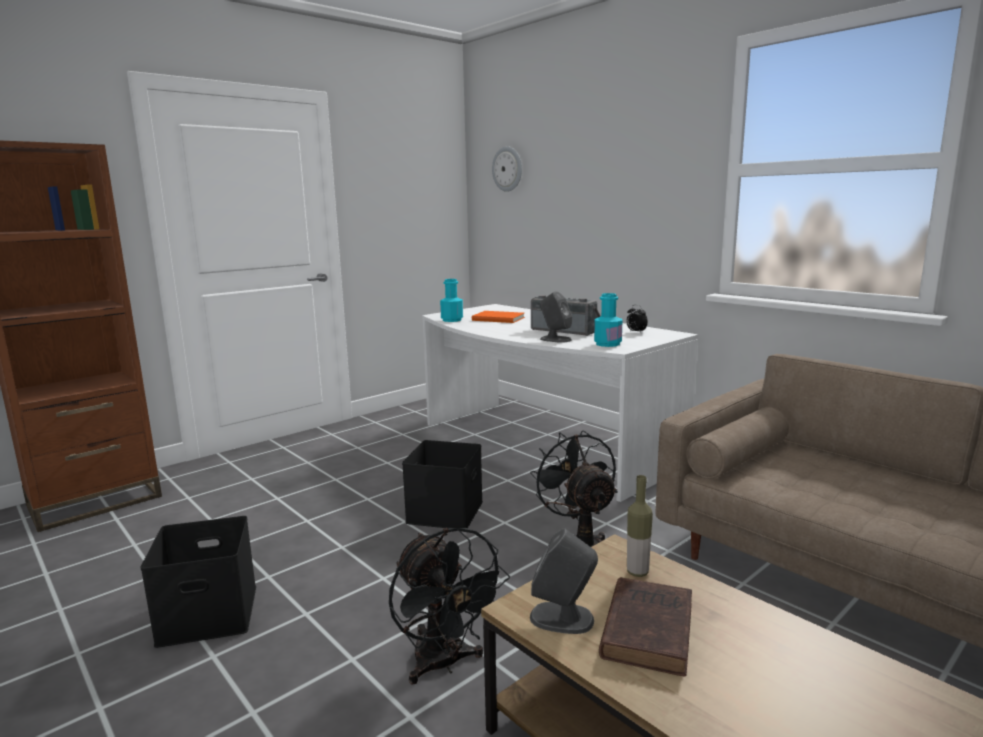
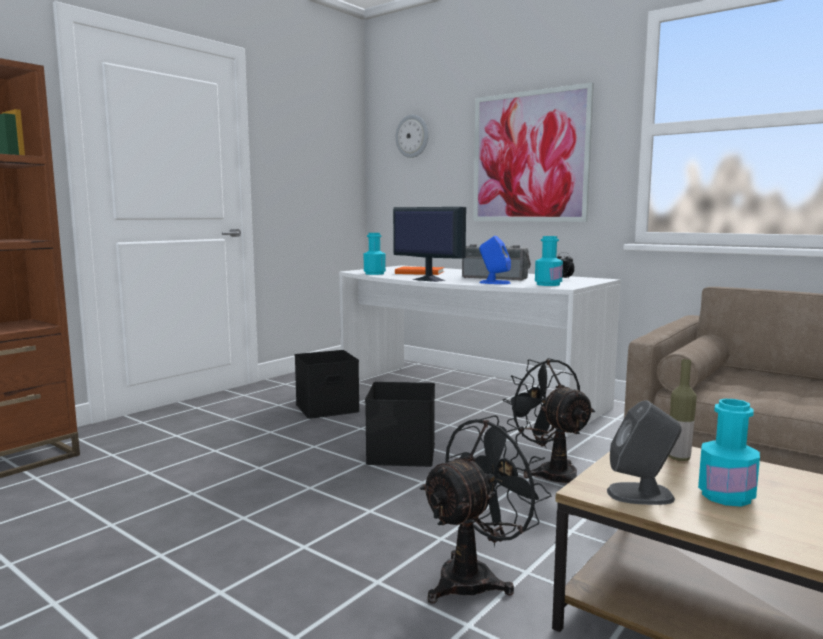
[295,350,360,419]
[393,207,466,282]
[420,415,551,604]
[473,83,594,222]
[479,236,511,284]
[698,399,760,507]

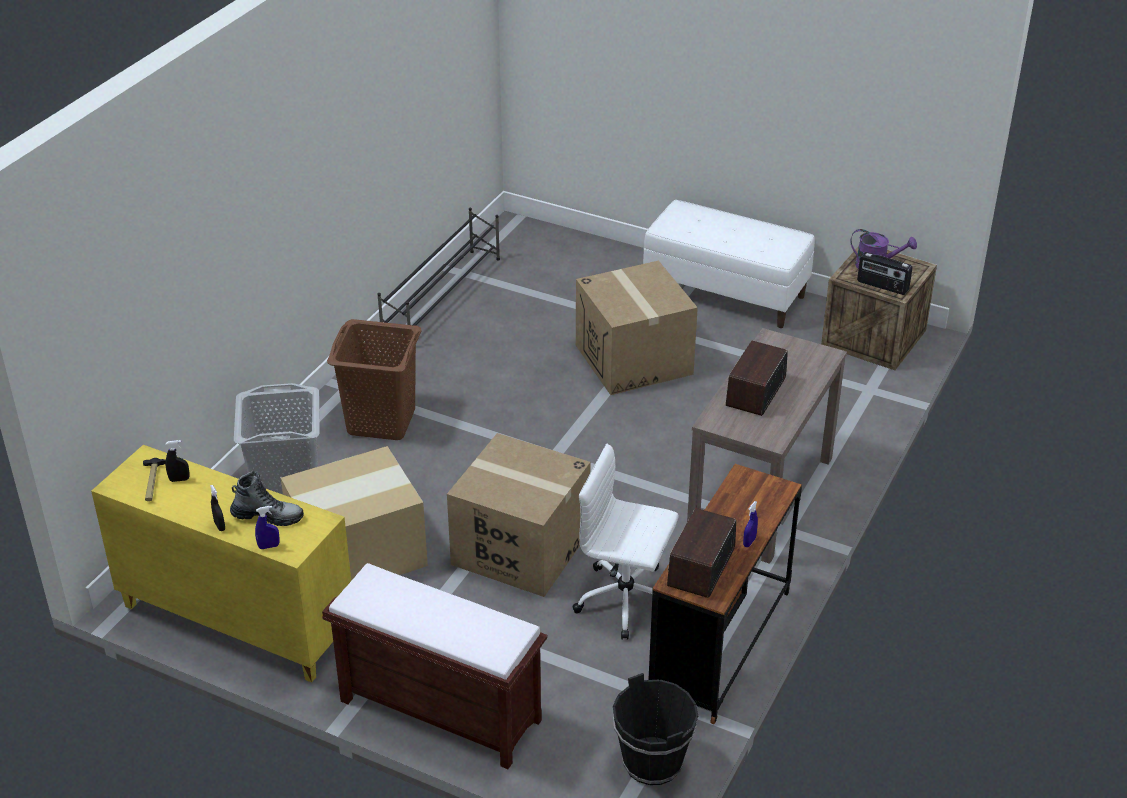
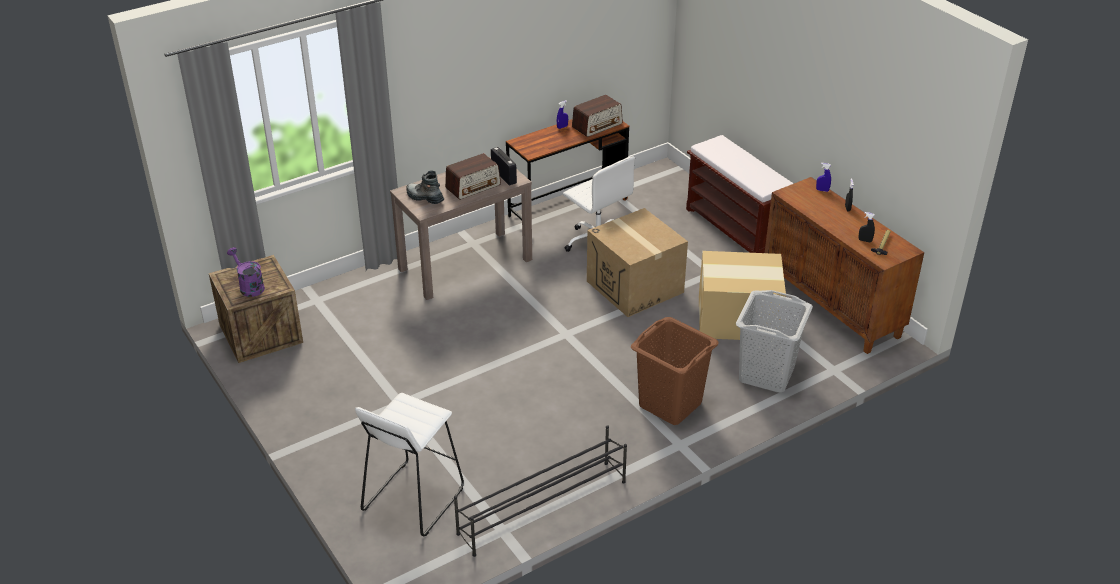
[355,393,464,536]
[406,171,444,204]
[491,147,517,185]
[765,177,924,354]
[576,261,698,395] (first image)
[613,673,698,785] (first image)
[643,200,815,328] (first image)

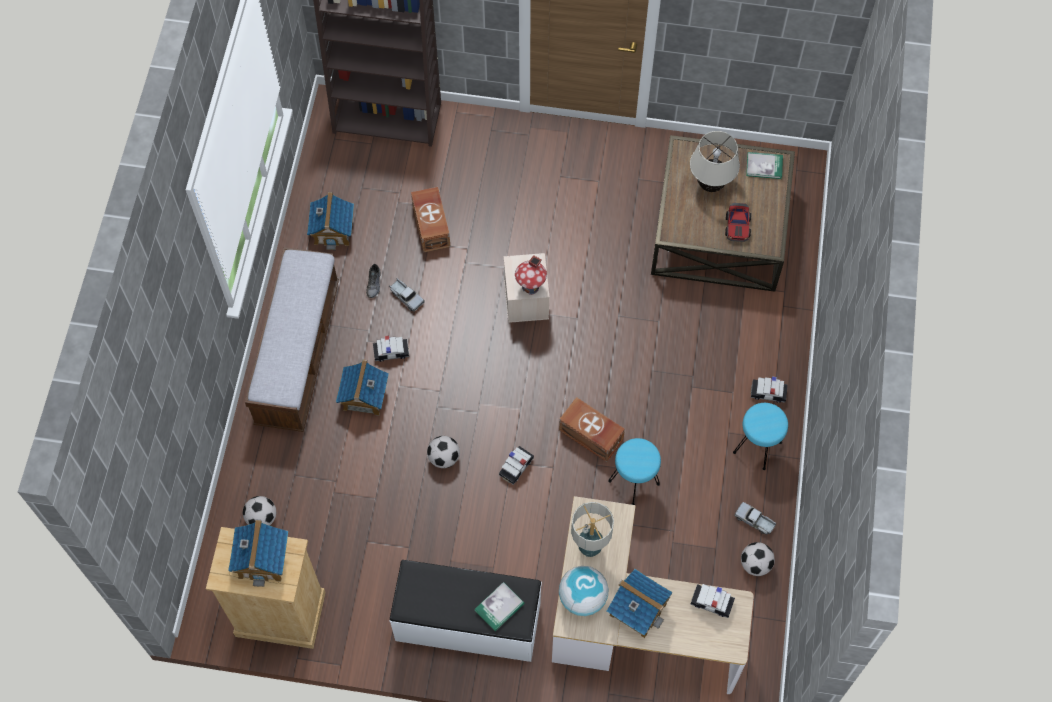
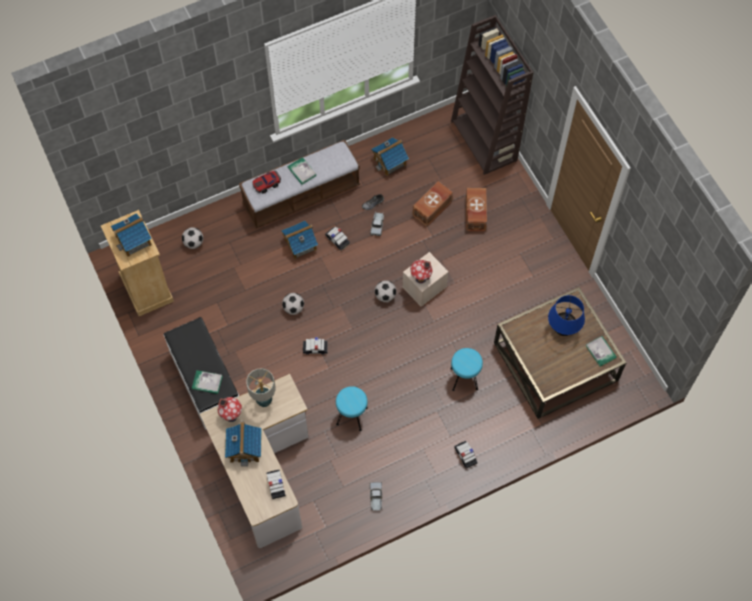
[218,397,242,422]
[252,170,281,193]
[288,157,317,185]
[375,280,397,302]
[450,348,483,391]
[466,188,487,231]
[548,295,585,336]

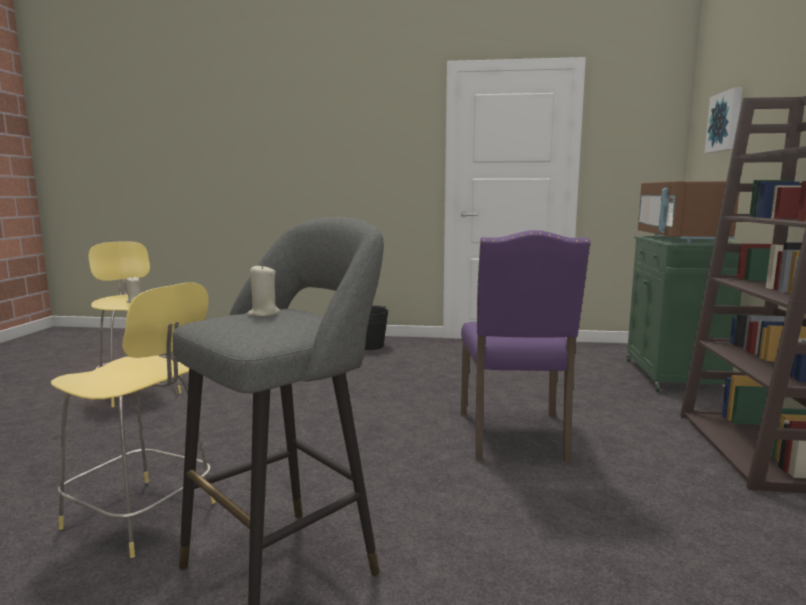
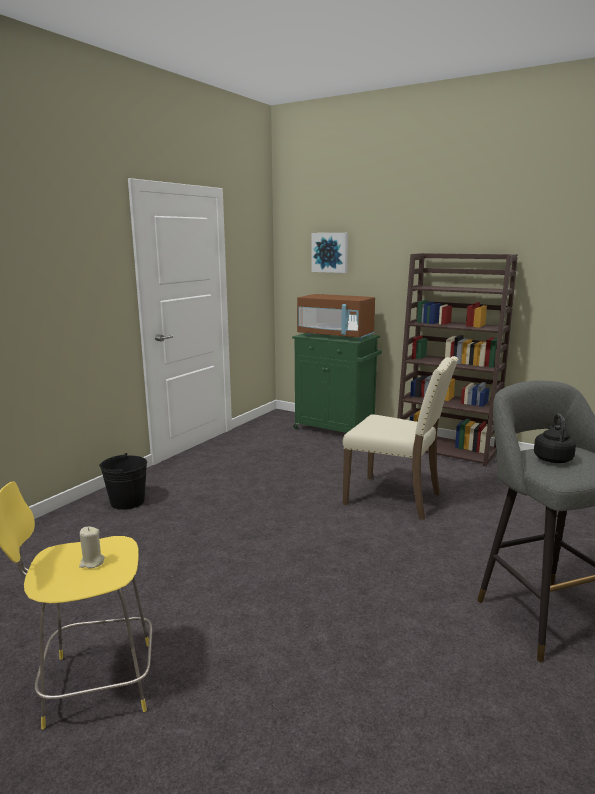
[343,356,459,520]
[534,414,576,463]
[51,282,216,558] (first image)

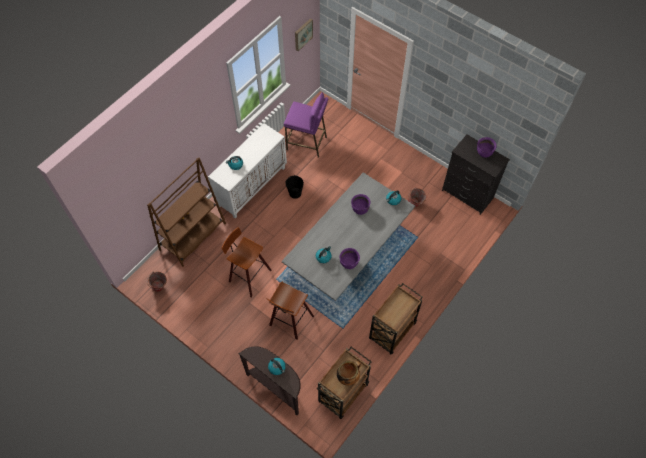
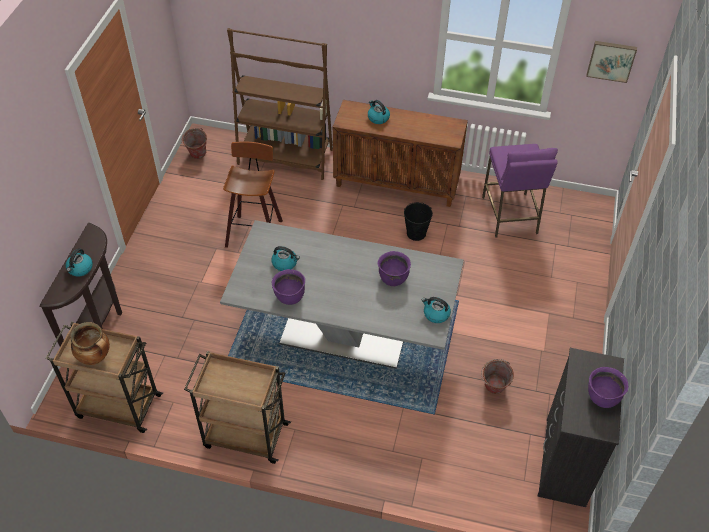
[333,100,468,207]
[267,282,314,340] (first image)

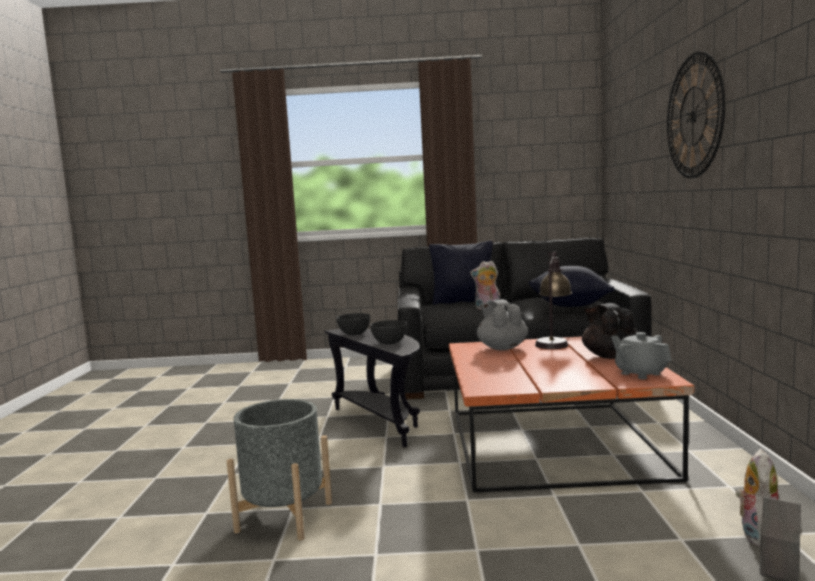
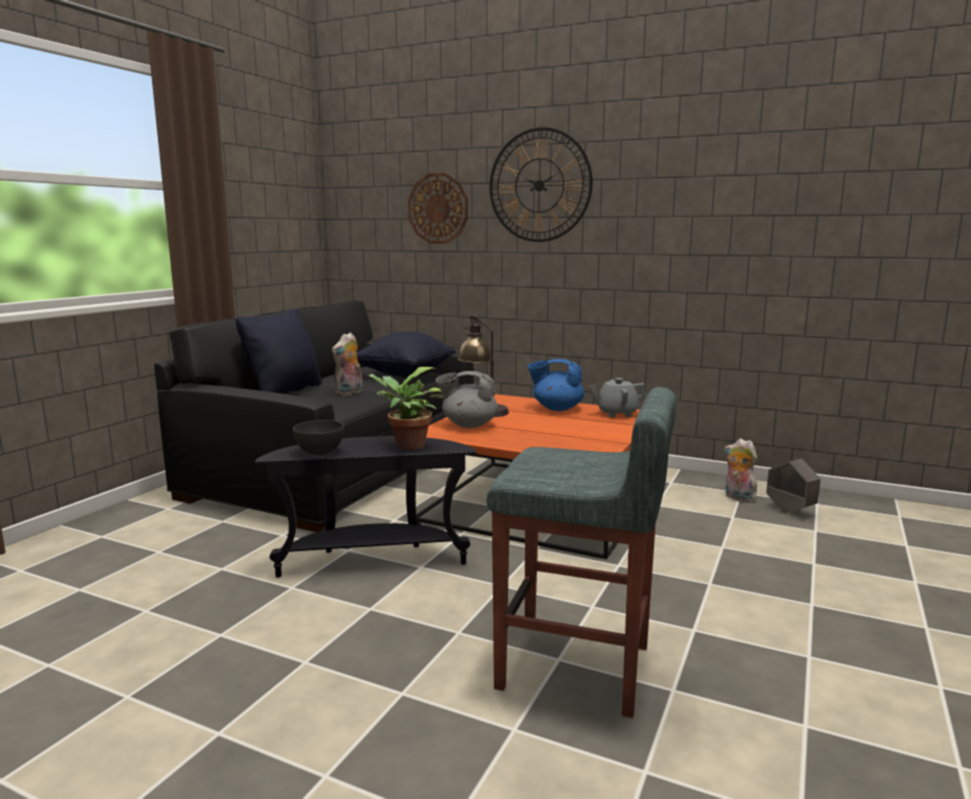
[365,367,444,450]
[408,173,468,244]
[486,387,677,718]
[528,359,584,411]

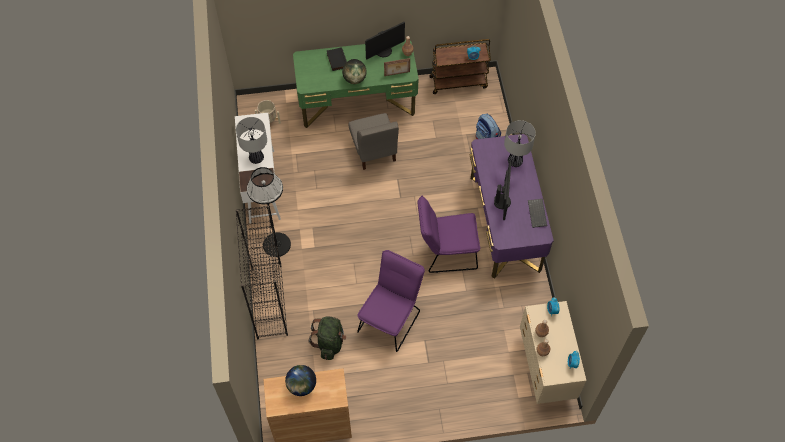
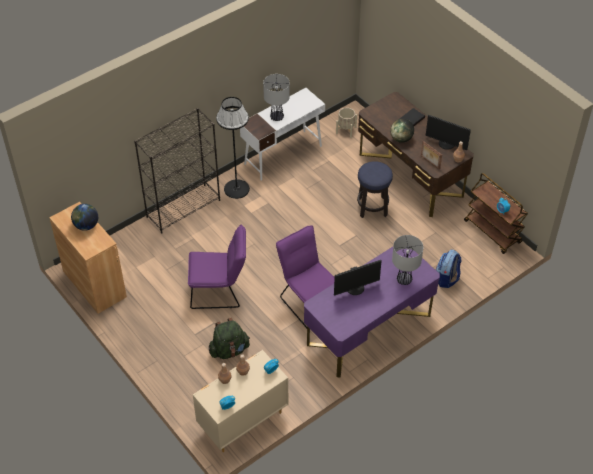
[209,318,250,359]
[357,161,393,218]
[358,92,474,217]
[528,199,547,228] (first image)

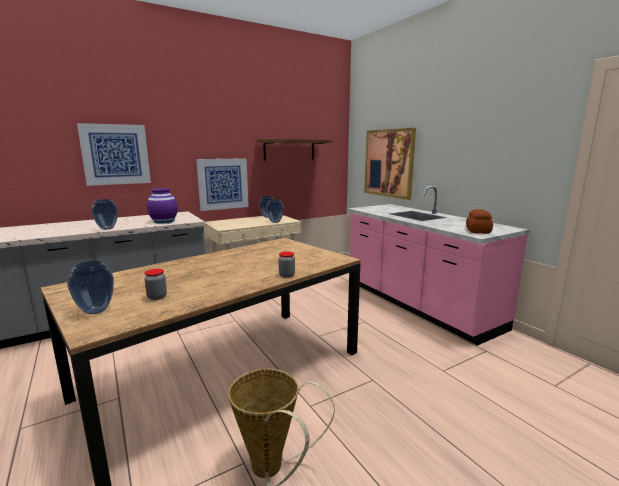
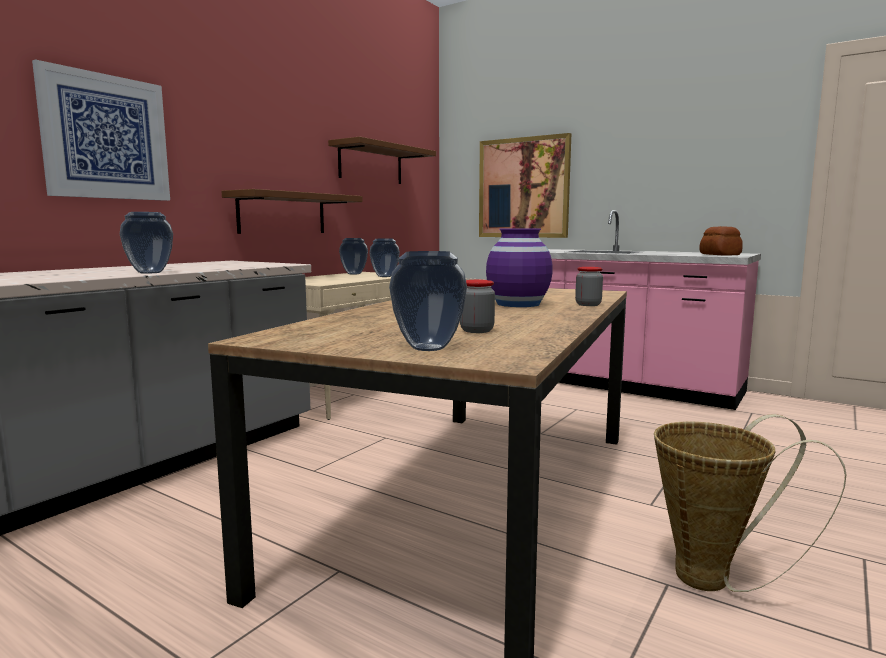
[221,189,363,234]
[486,228,553,307]

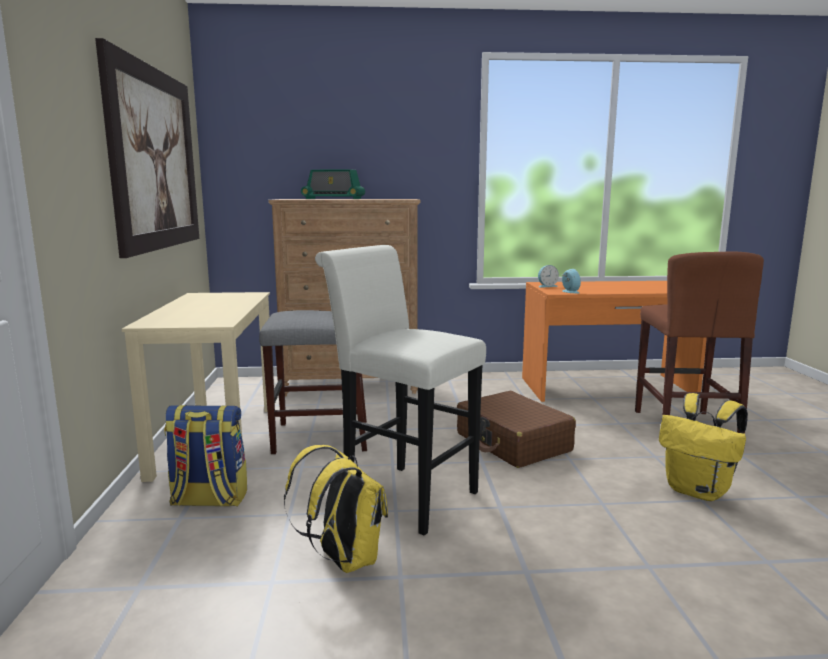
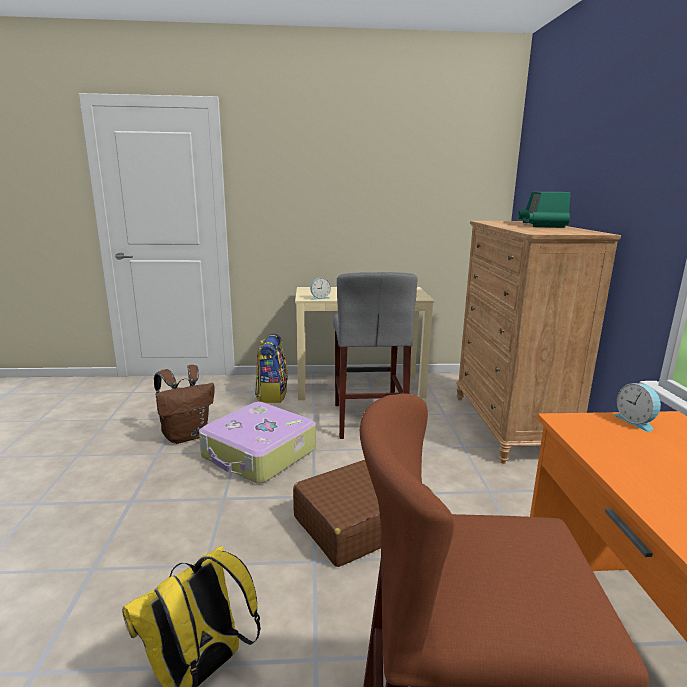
[154,365,214,444]
[199,402,316,483]
[310,278,331,300]
[95,38,199,258] (first image)

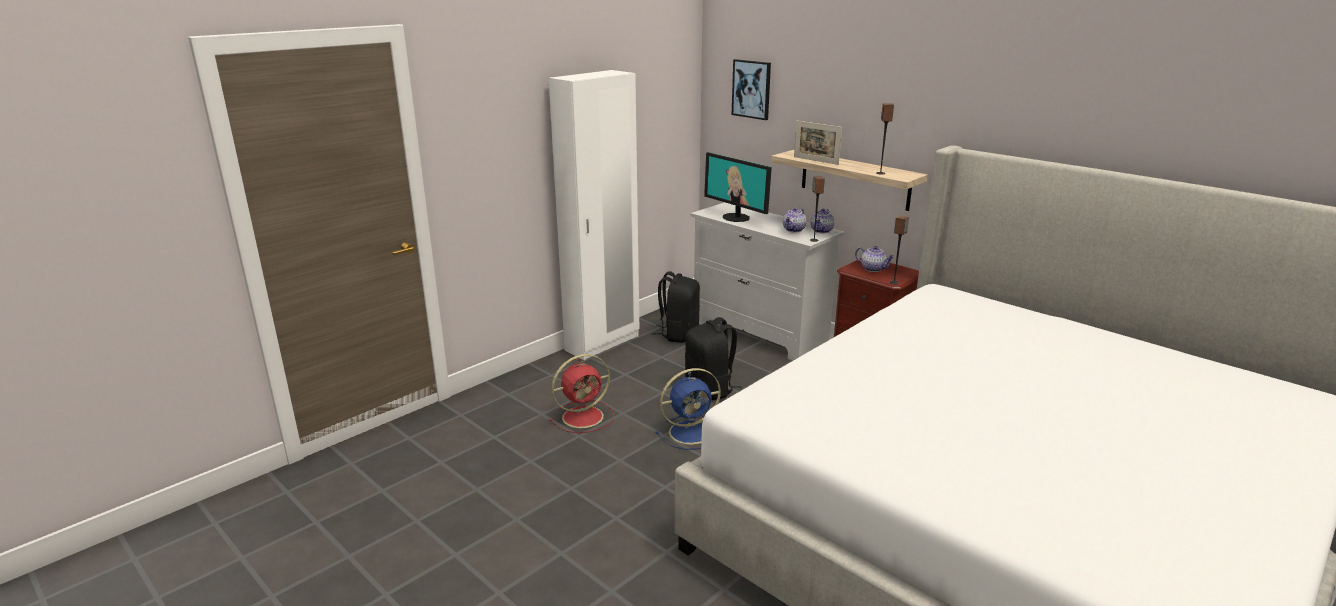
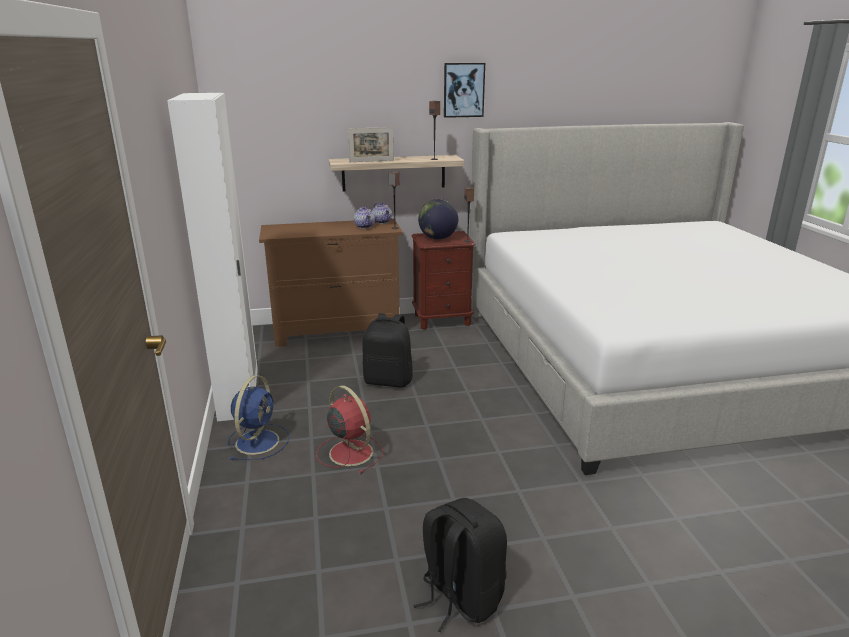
[228,375,290,460]
[259,219,403,347]
[316,385,383,473]
[413,498,507,632]
[418,199,458,240]
[444,63,485,118]
[704,152,772,222] (first image)

